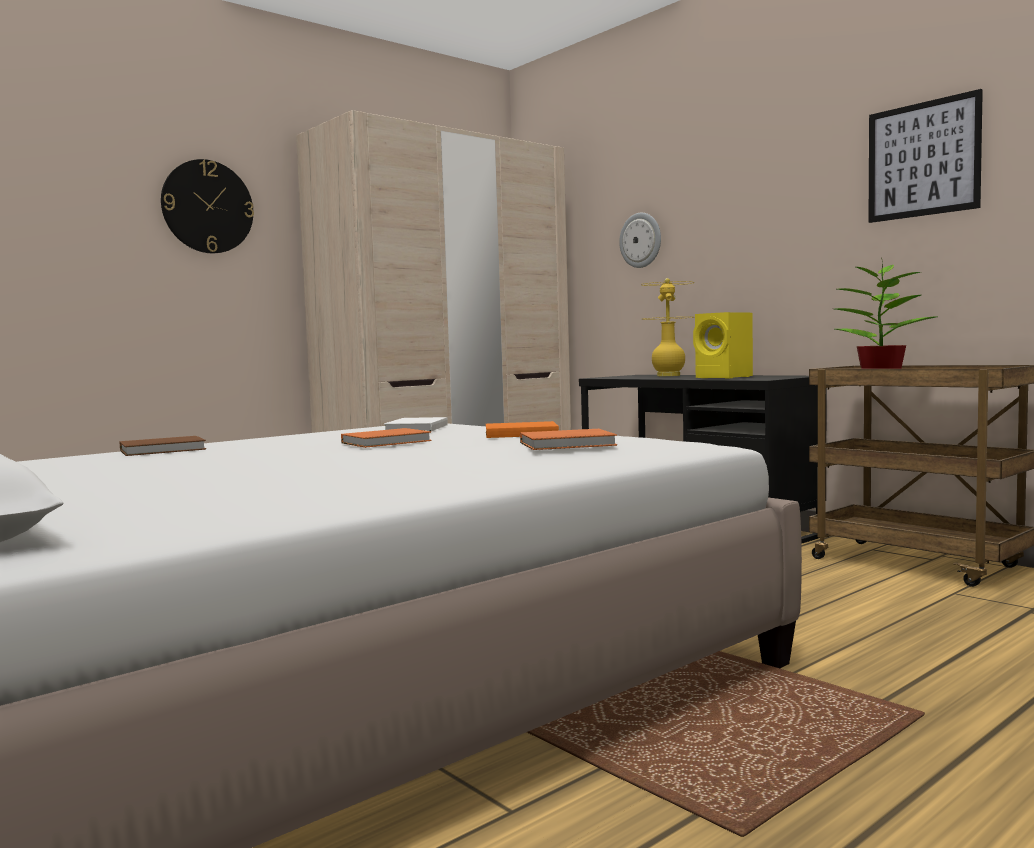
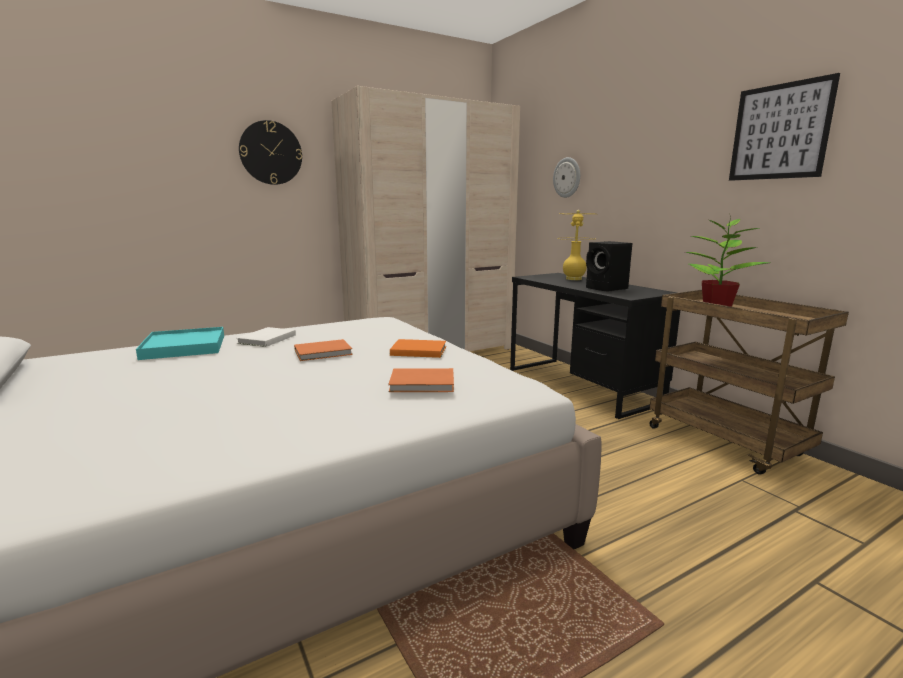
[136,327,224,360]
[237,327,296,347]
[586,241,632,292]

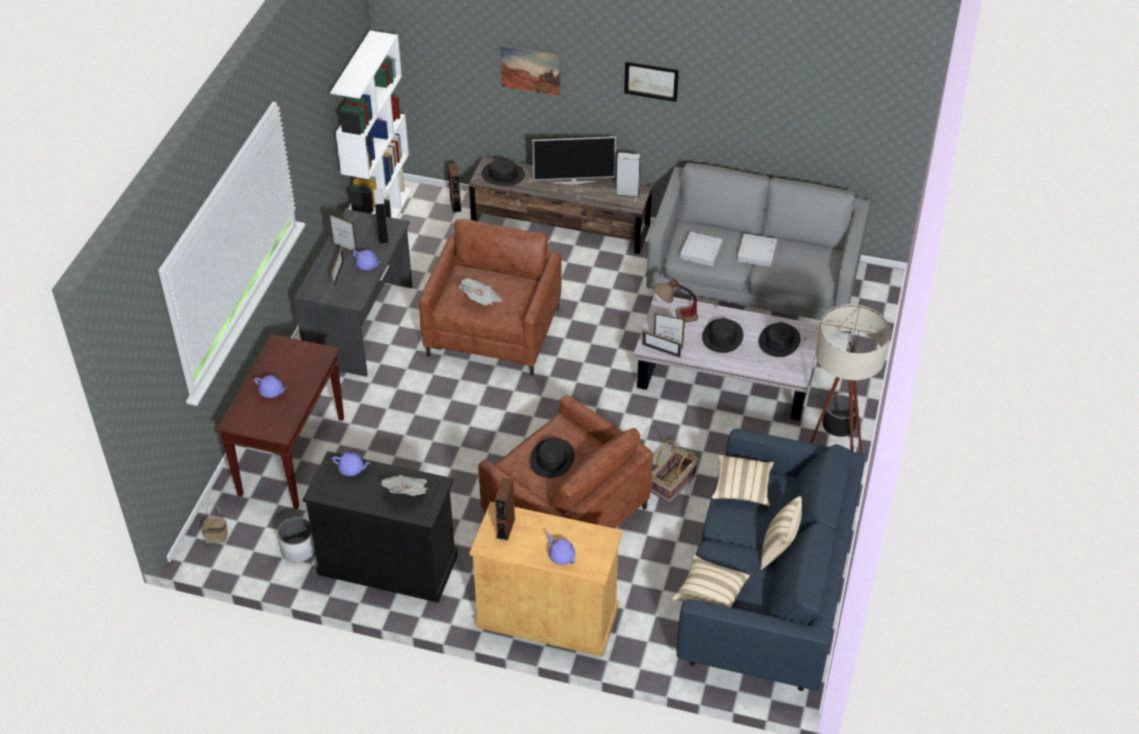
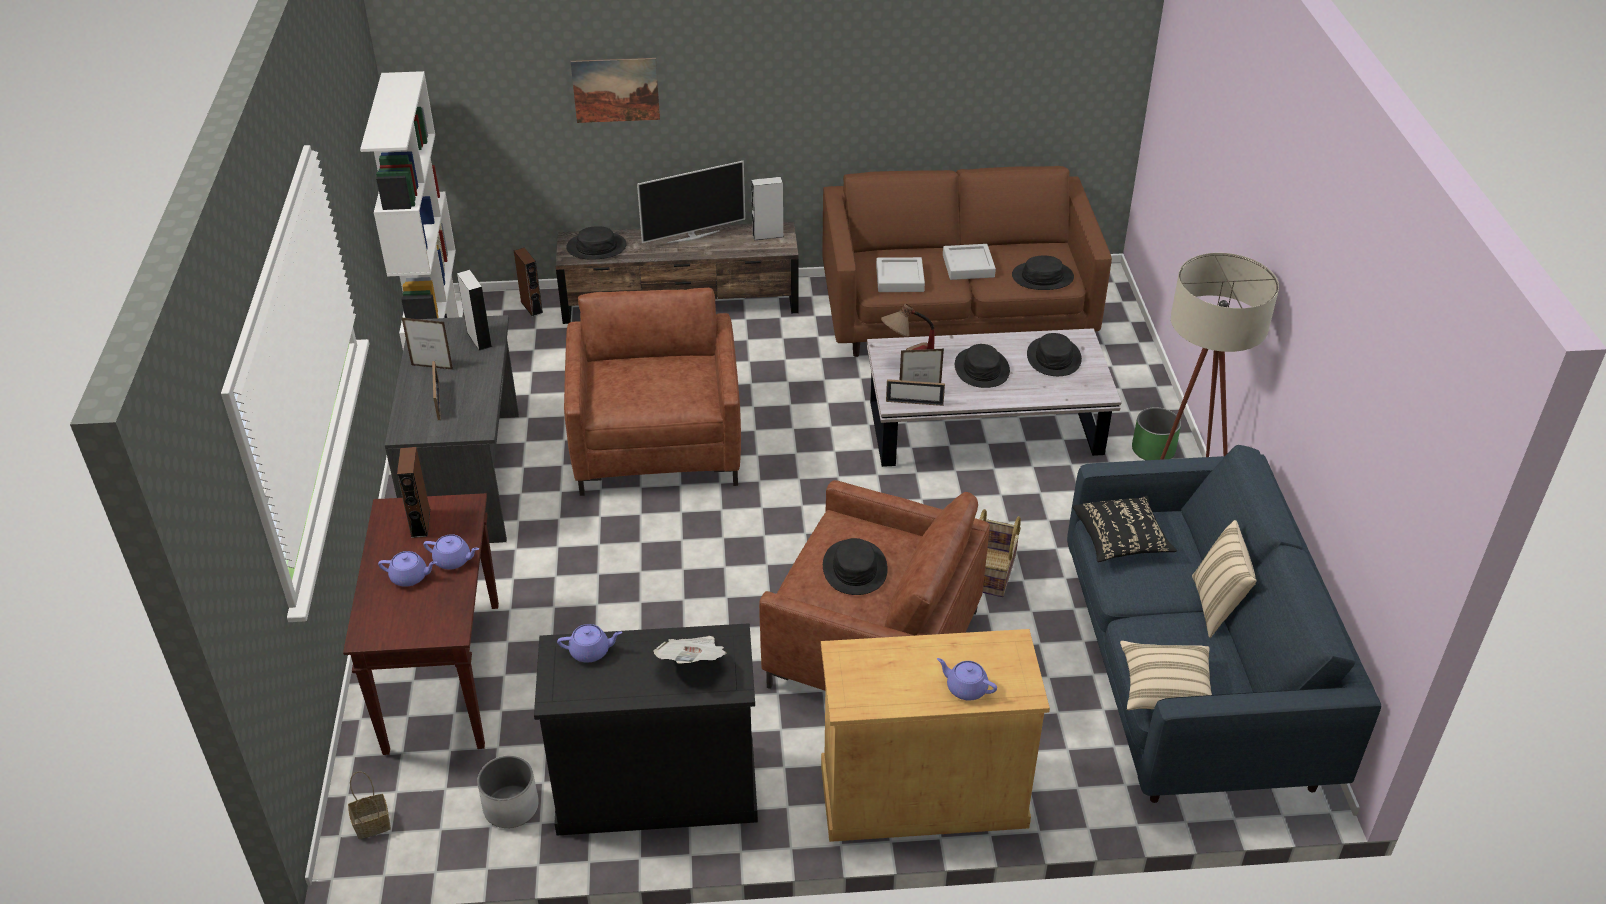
[397,447,430,538]
[423,534,479,569]
[822,166,1112,357]
[1012,256,1074,290]
[1072,496,1177,562]
[1132,407,1181,460]
[459,278,502,306] (first image)
[624,62,679,102] (first image)

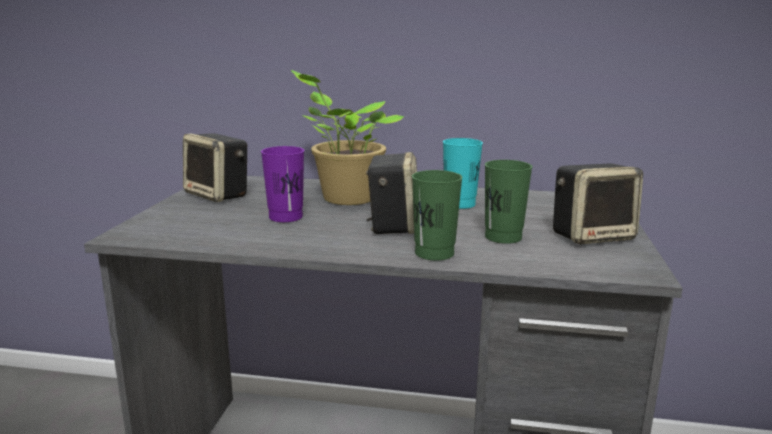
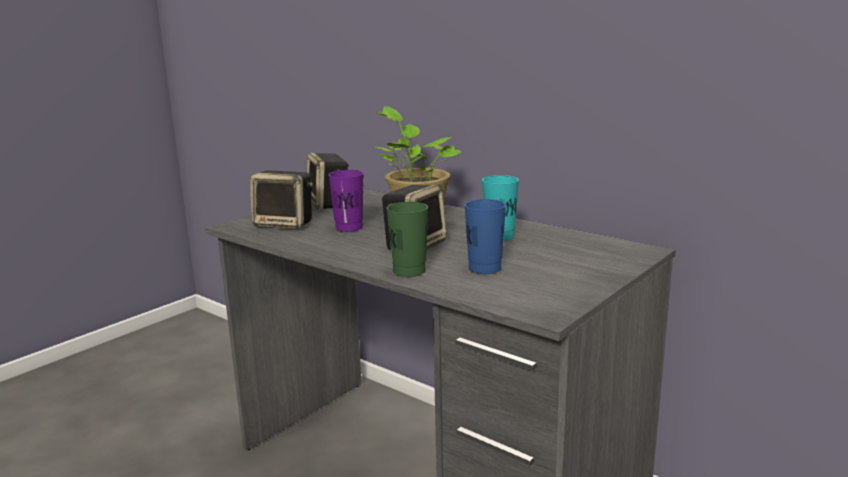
[250,171,313,229]
[464,199,506,274]

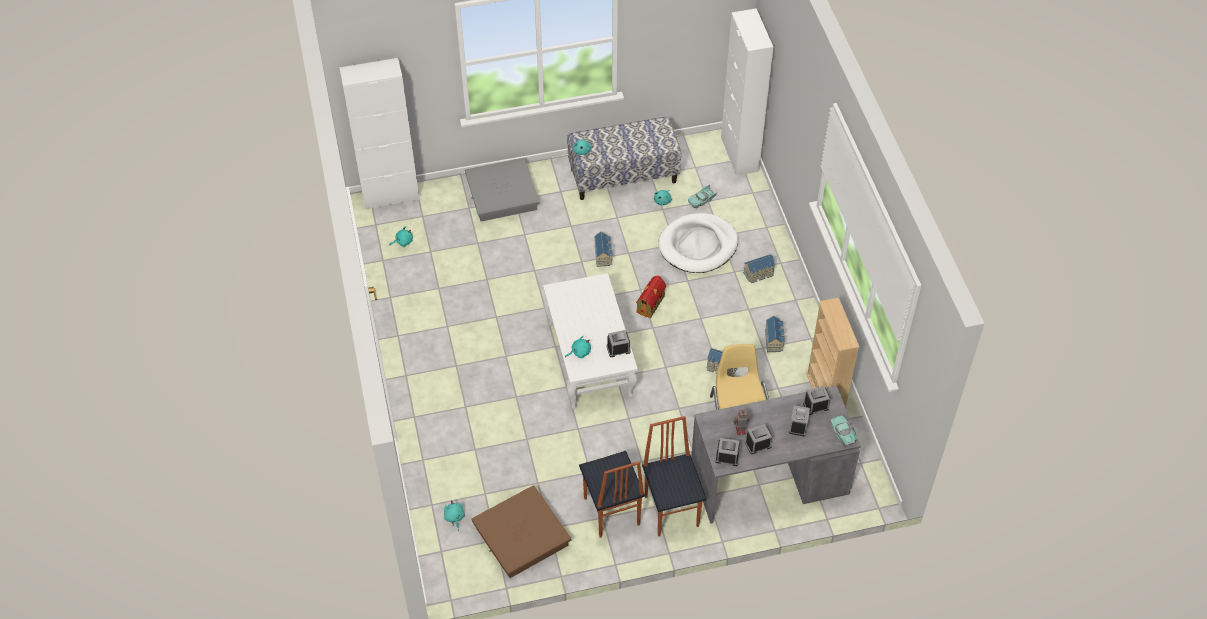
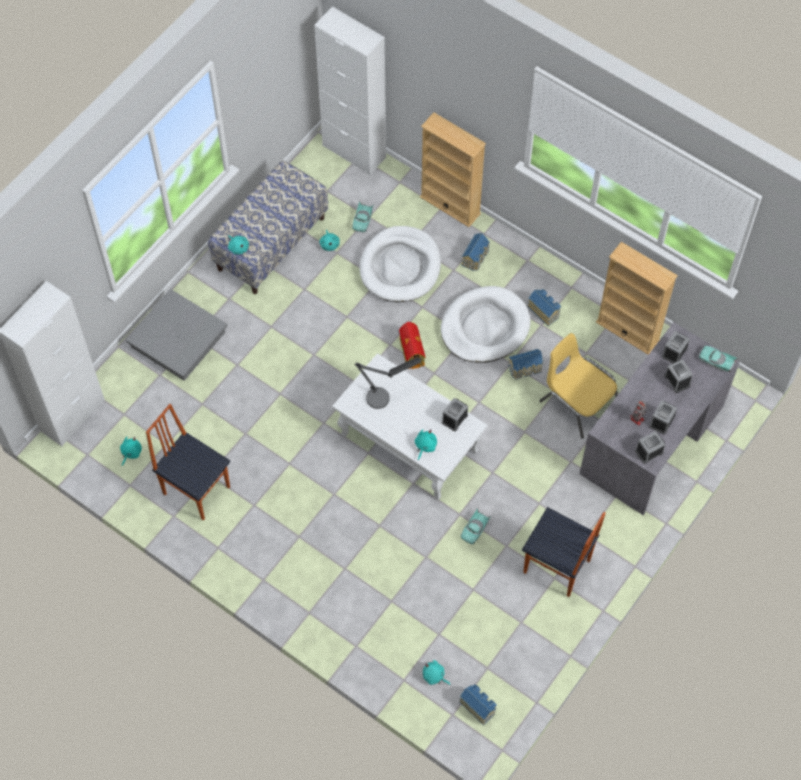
[146,404,230,520]
[355,357,421,409]
[420,112,486,227]
[441,286,531,363]
[459,684,497,726]
[461,508,491,544]
[472,485,571,578] (first image)

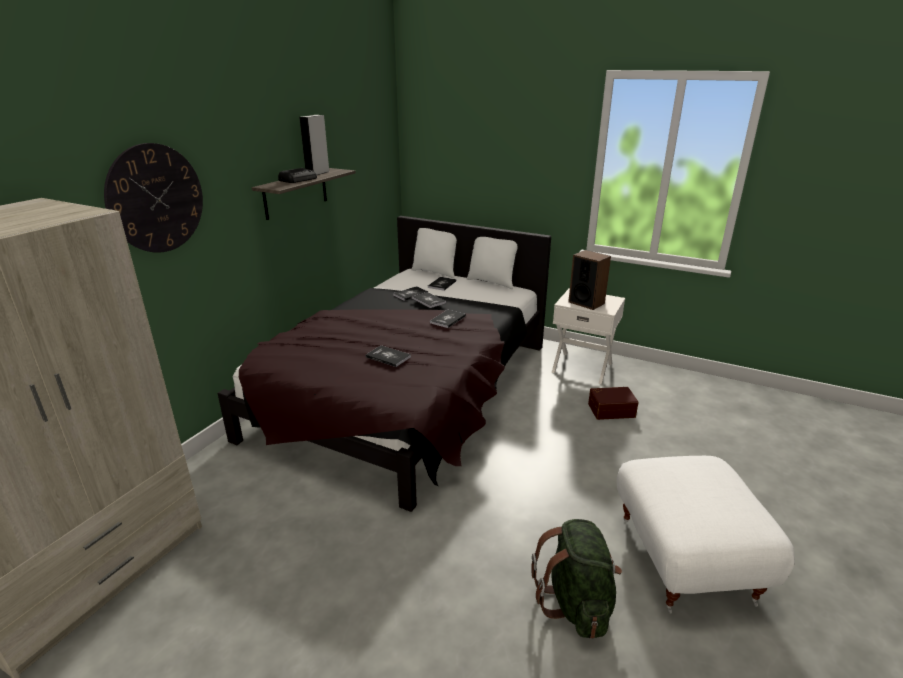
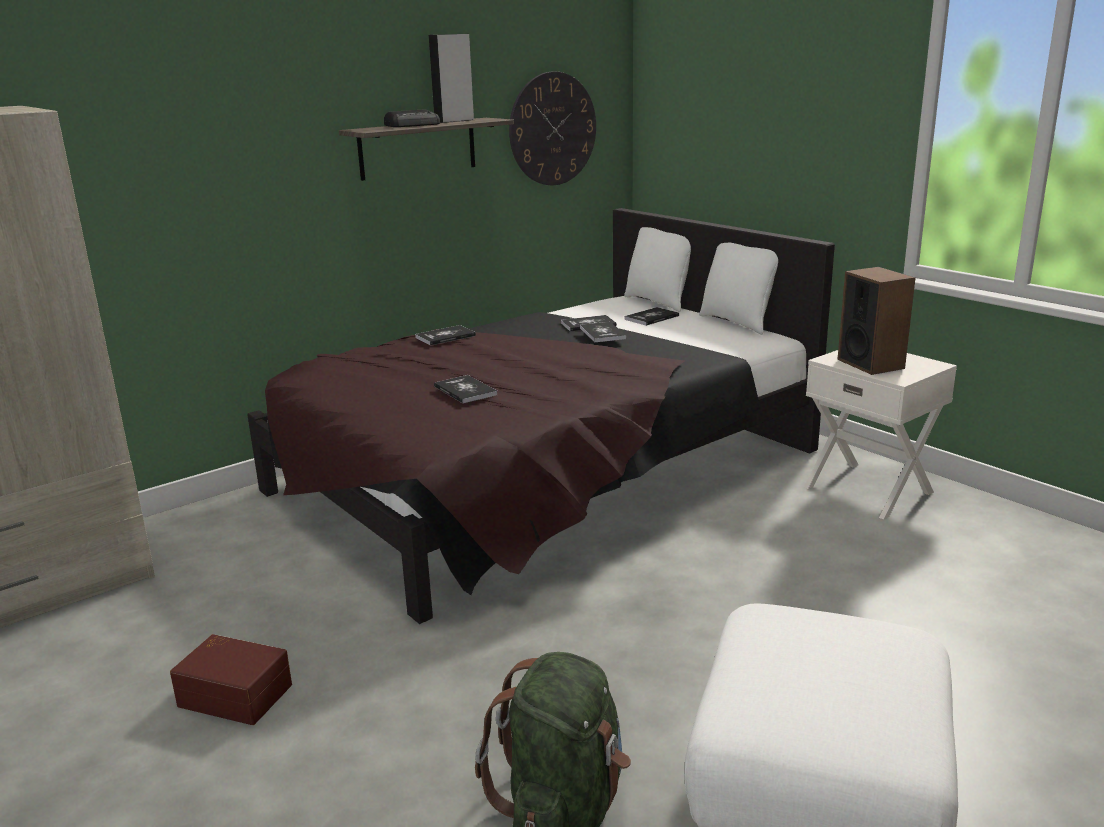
[170,634,292,725]
[415,325,476,346]
[509,72,596,185]

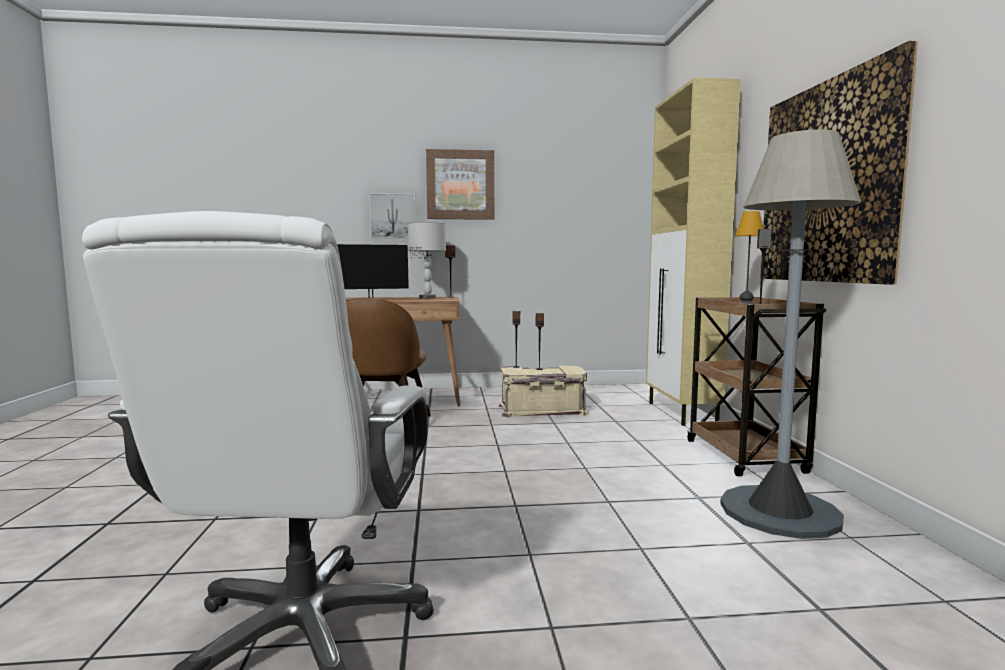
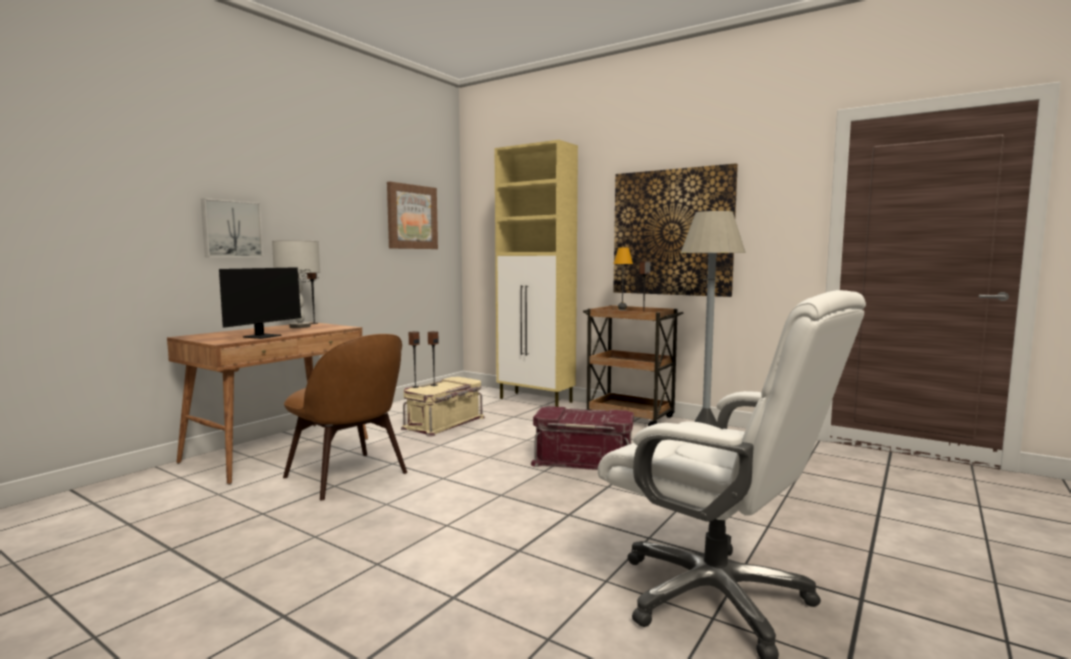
[387,182,438,249]
[530,406,634,470]

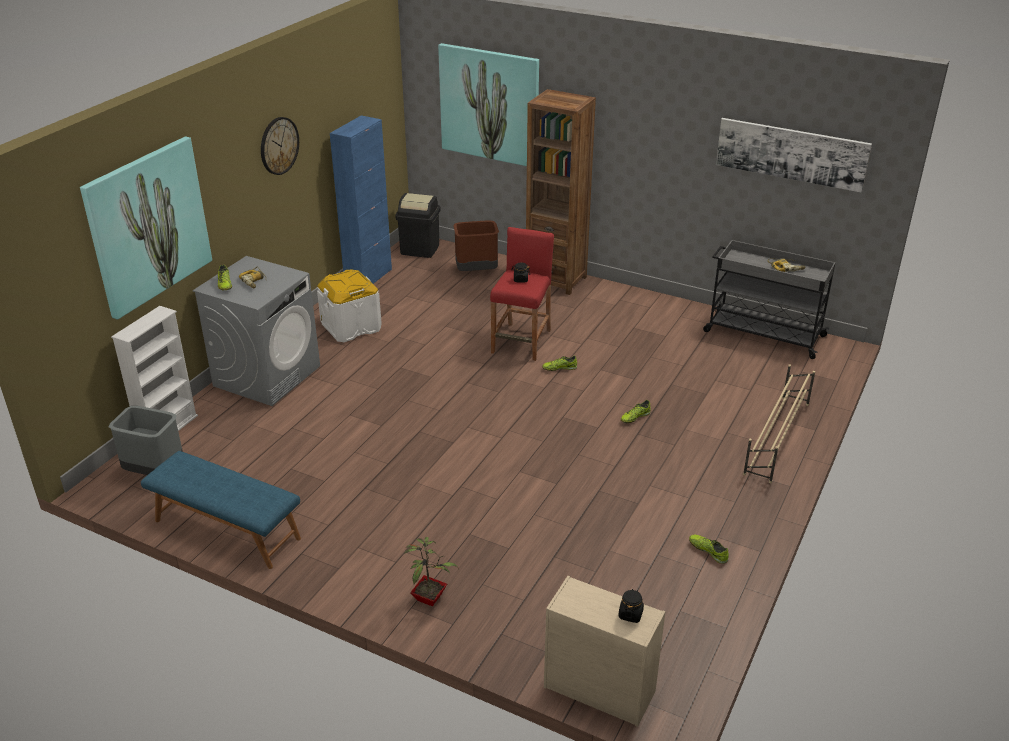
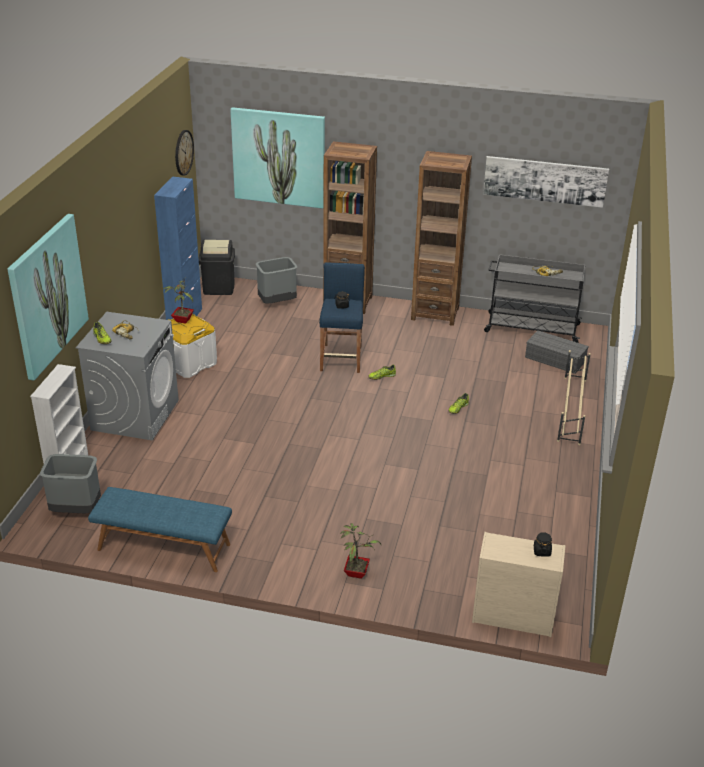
[164,276,194,324]
[175,130,194,176]
[256,257,297,304]
[319,262,365,373]
[411,151,472,326]
[525,330,589,374]
[689,535,729,564] (first image)

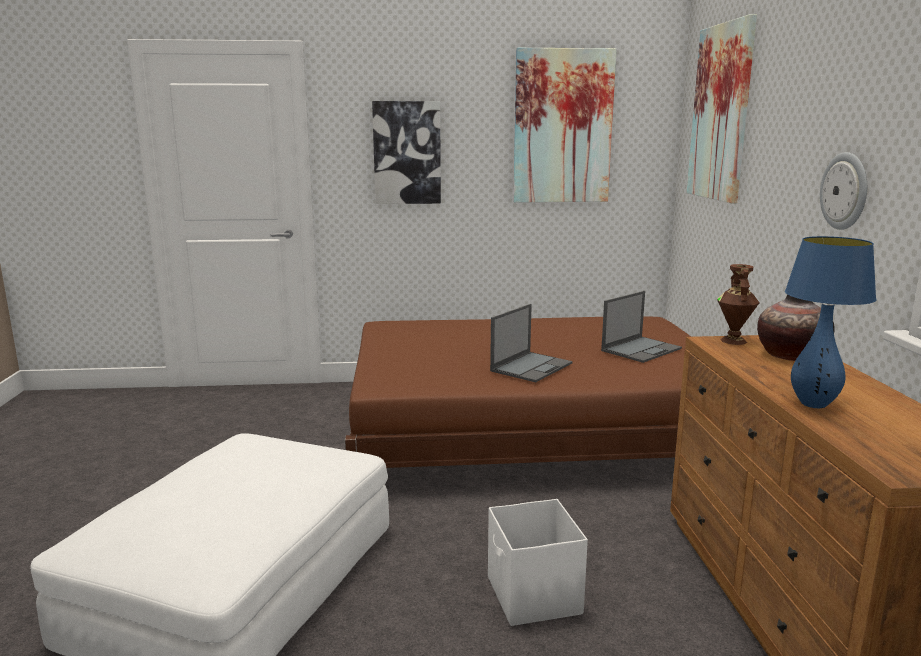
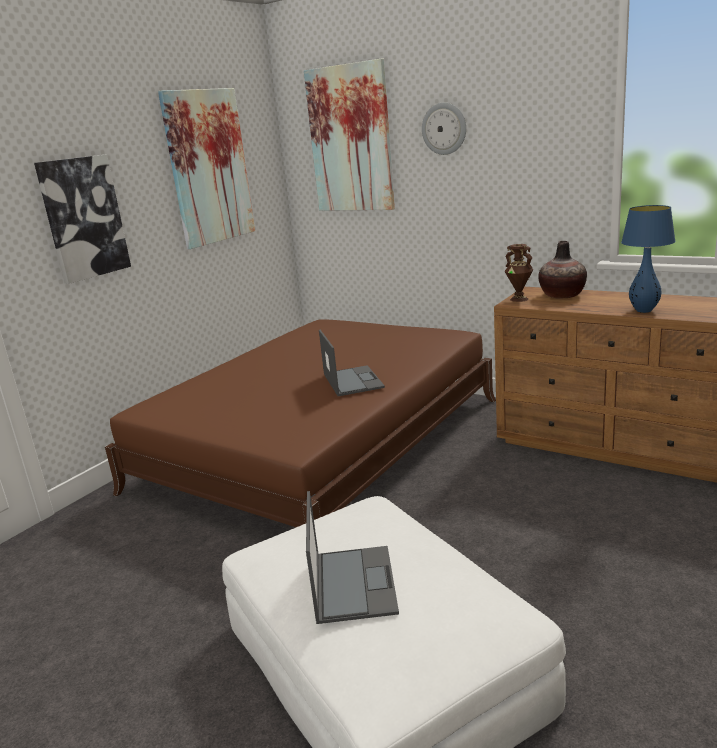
[306,491,399,624]
[422,103,466,155]
[488,499,588,626] (first image)

